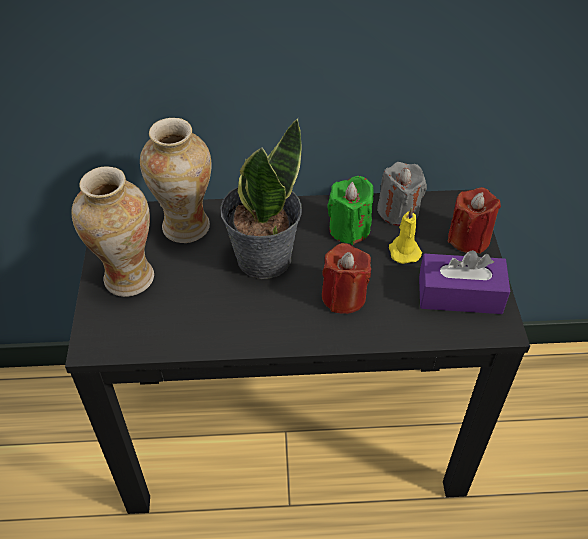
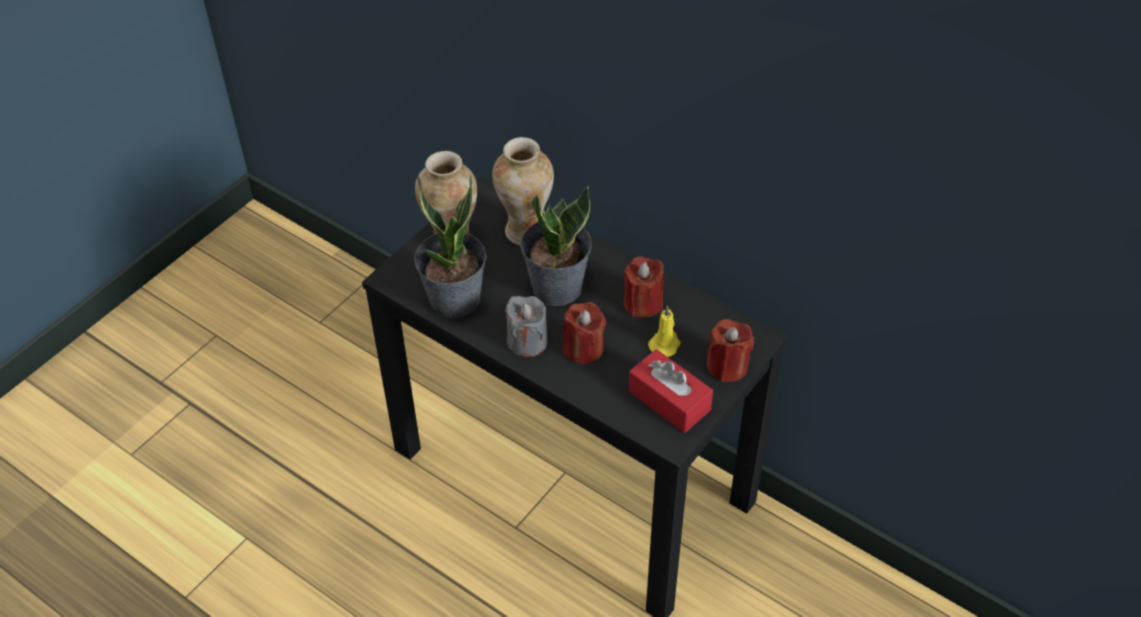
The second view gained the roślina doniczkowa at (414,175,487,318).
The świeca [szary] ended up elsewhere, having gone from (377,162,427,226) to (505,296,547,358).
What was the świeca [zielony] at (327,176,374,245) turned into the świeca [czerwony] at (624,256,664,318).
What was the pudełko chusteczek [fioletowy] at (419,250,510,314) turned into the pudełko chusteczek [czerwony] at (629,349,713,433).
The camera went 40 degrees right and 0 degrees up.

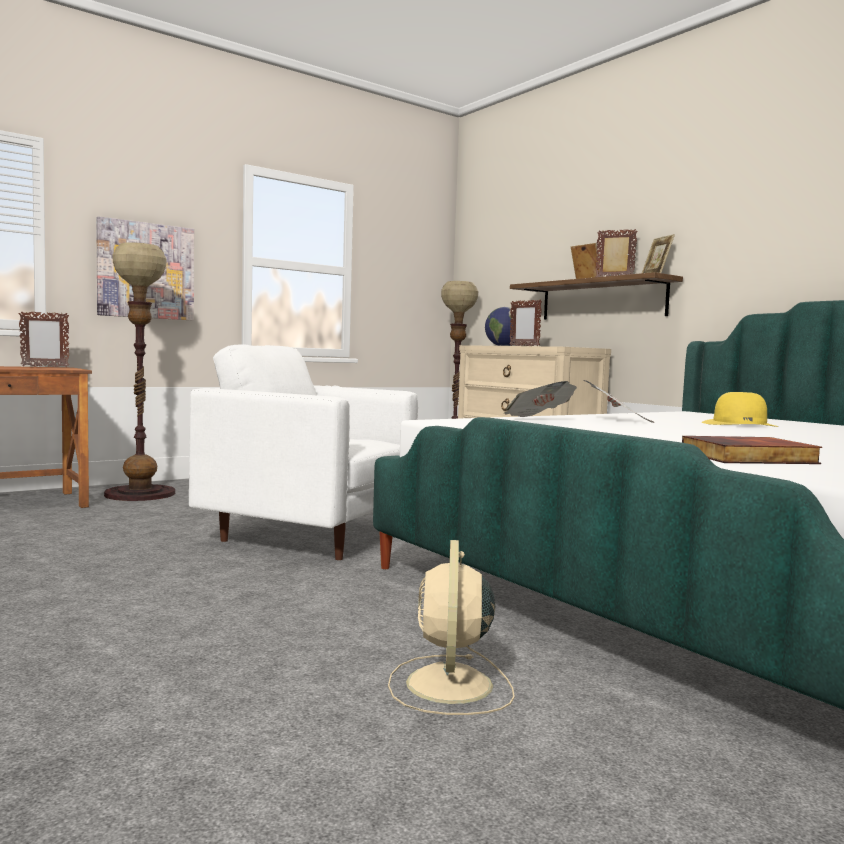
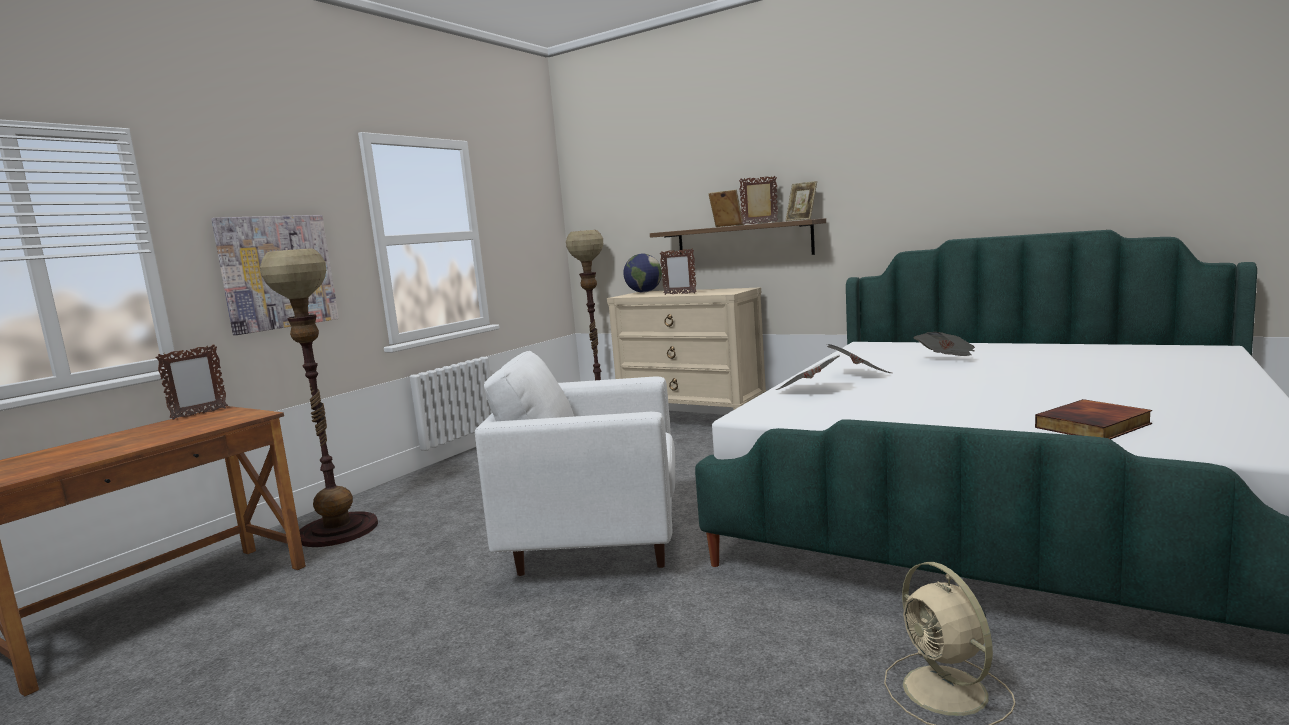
Where the kapelusz [żółty] stood at (702,392,779,427), the gazeta came to stand at (914,332,975,356).
The camera went 20 degrees left and 5 degrees up.

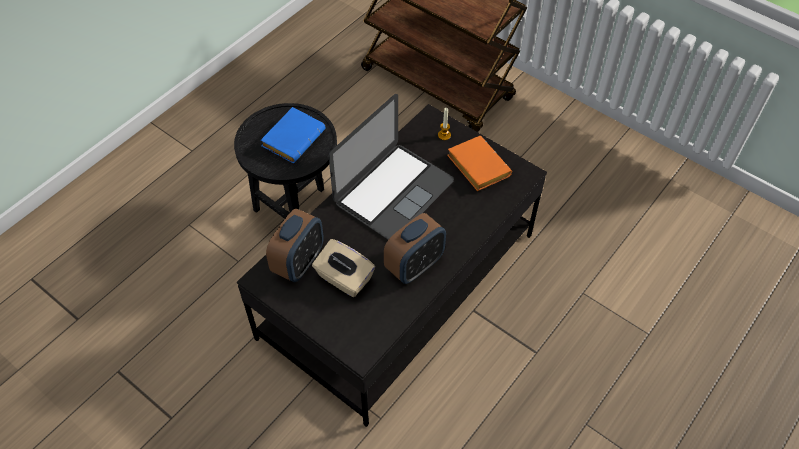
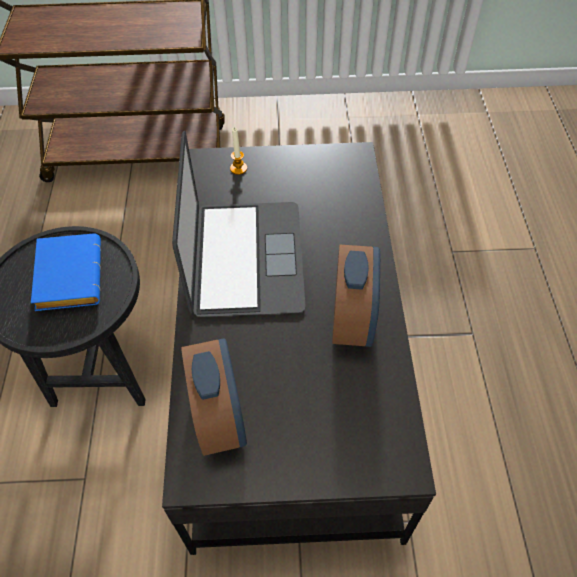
The second view lost the pudełko chusteczek [beżowy] at (312,239,375,297).
The second view lost the książka [pomarańczowy] at (447,136,512,191).
The camera went 40 degrees left and 0 degrees up.

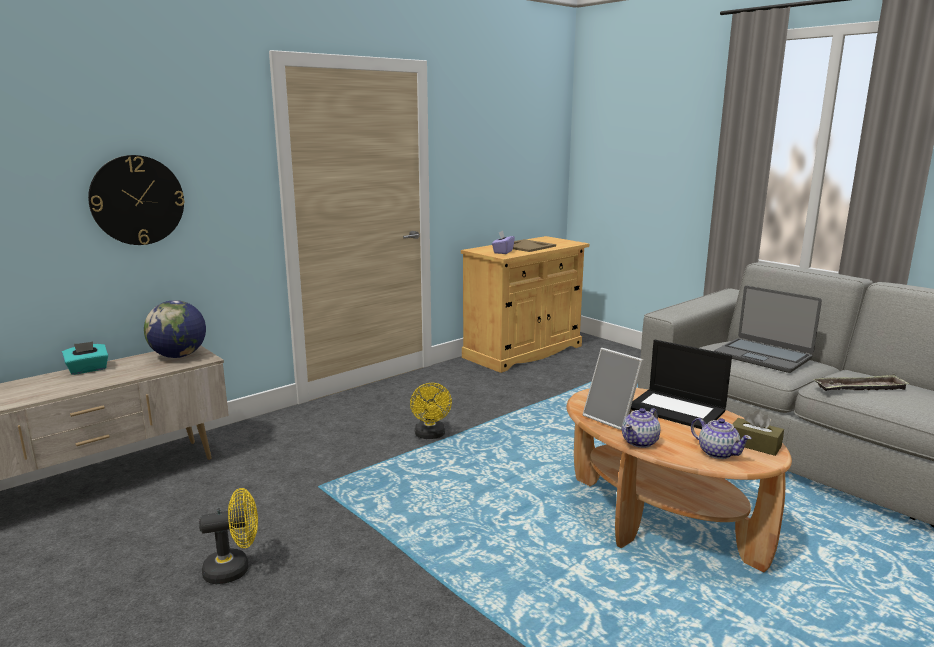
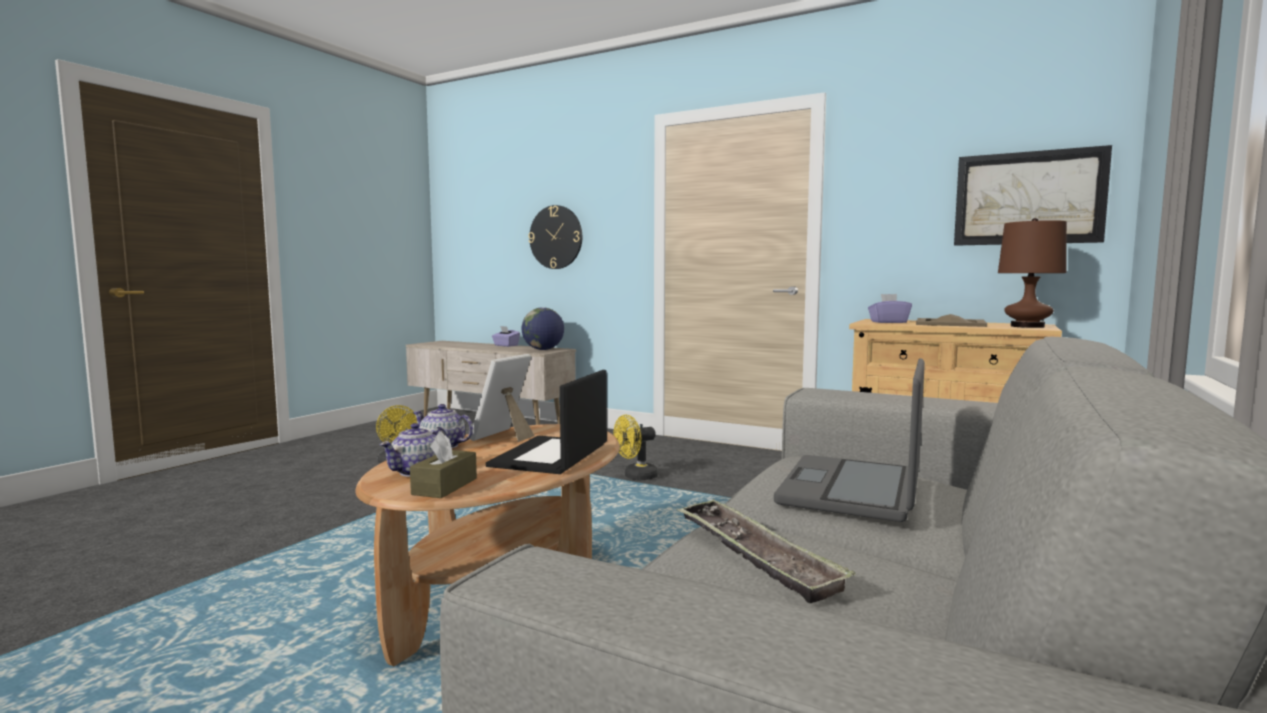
What was the pudełko chusteczek [turkusowy] at (62,341,108,375) turned into the pudełko chusteczek [fioletowy] at (492,326,520,347).
The second view gained the obraz at (954,145,1112,246).
The second view gained the lampa stołowa [brązowy] at (998,218,1067,328).
The camera went 70 degrees right and 10 degrees down.

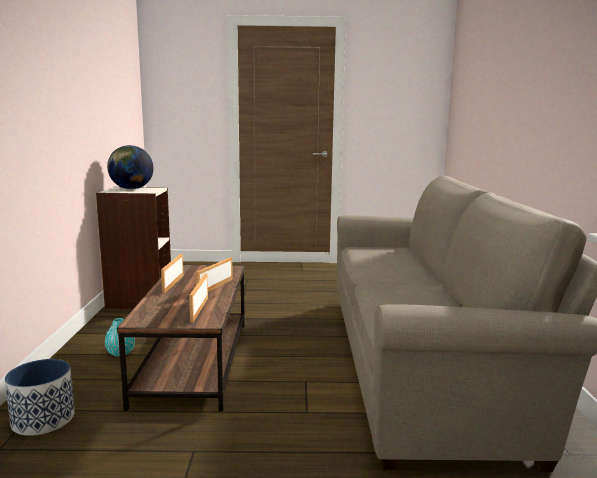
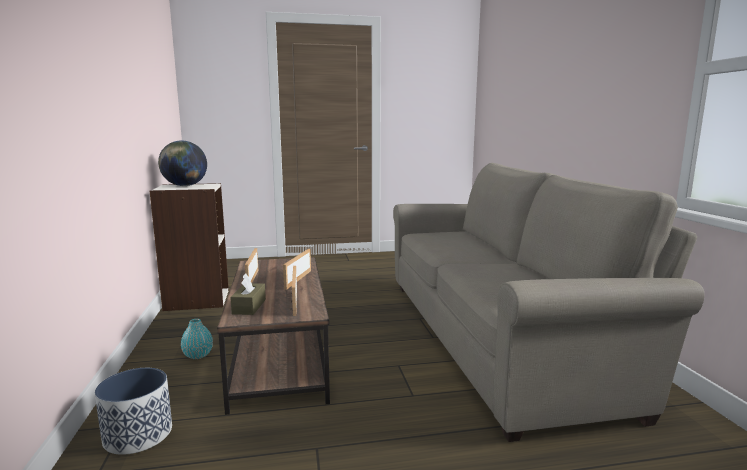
The second view gained the pudełko chusteczek [brązowy] at (230,273,266,315).
The camera went 10 degrees left and 0 degrees up.

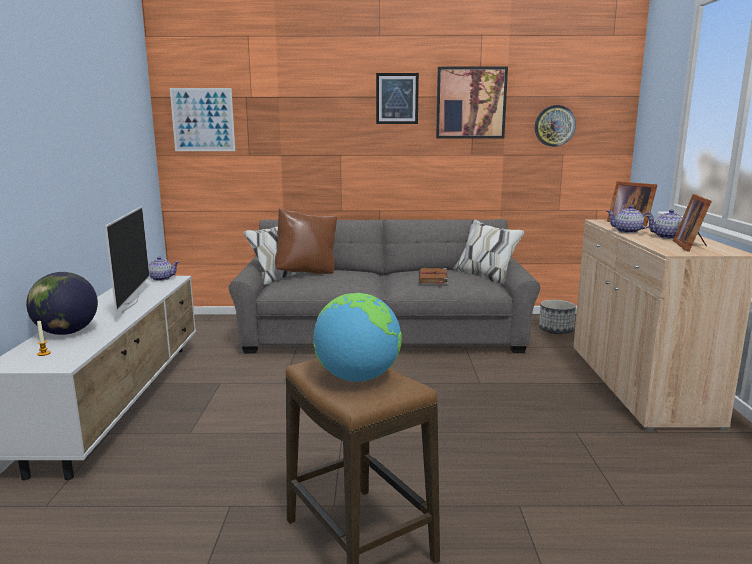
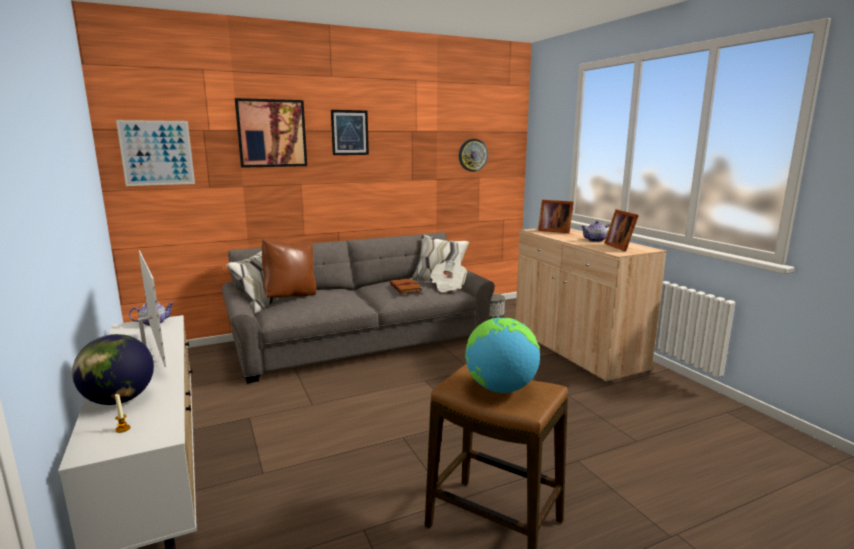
The obraz ended up elsewhere, having gone from (436,66,508,139) to (235,98,307,168).
The second view gained the gazeta at (430,261,467,292).
The second view lost the imbryk at (607,205,654,233).
The camera went 25 degrees left and 0 degrees up.

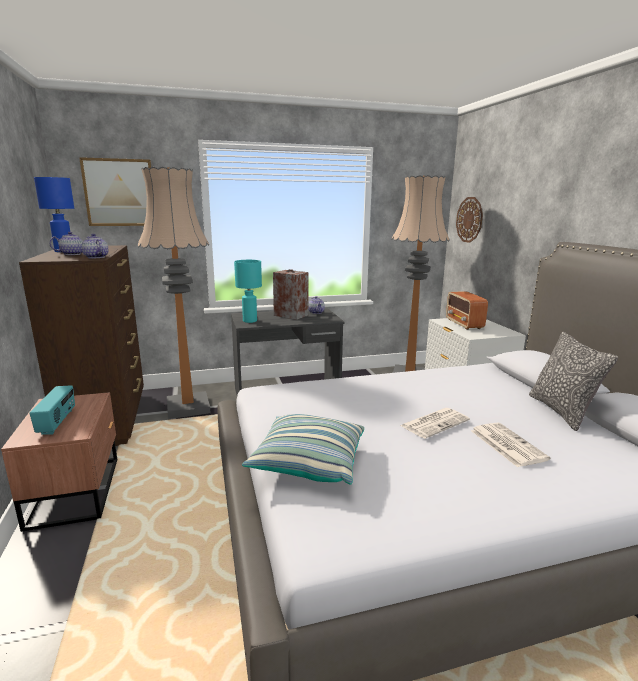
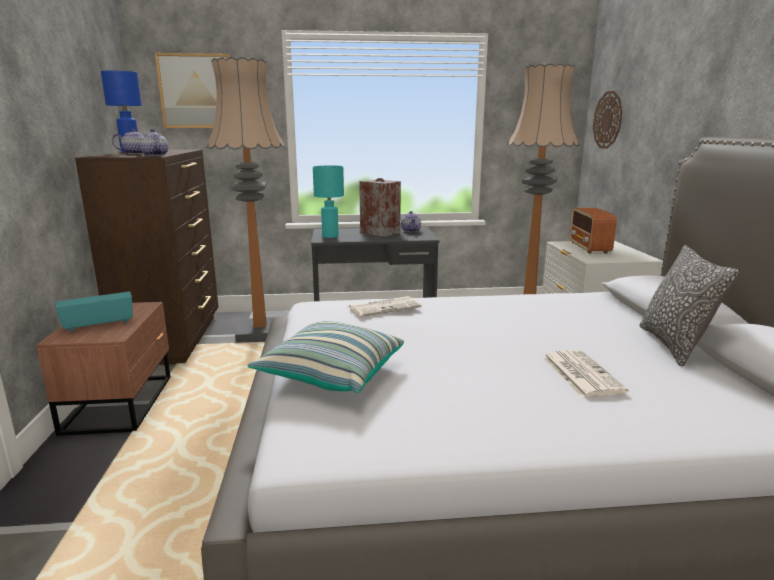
The radio at (29,385,75,434) ended up facing another way, 120 degrees counterclockwise from before.
The gazeta ended up elsewhere, having gone from (400,408,470,439) to (348,296,422,317).
The camera went 10 degrees right and 0 degrees up.

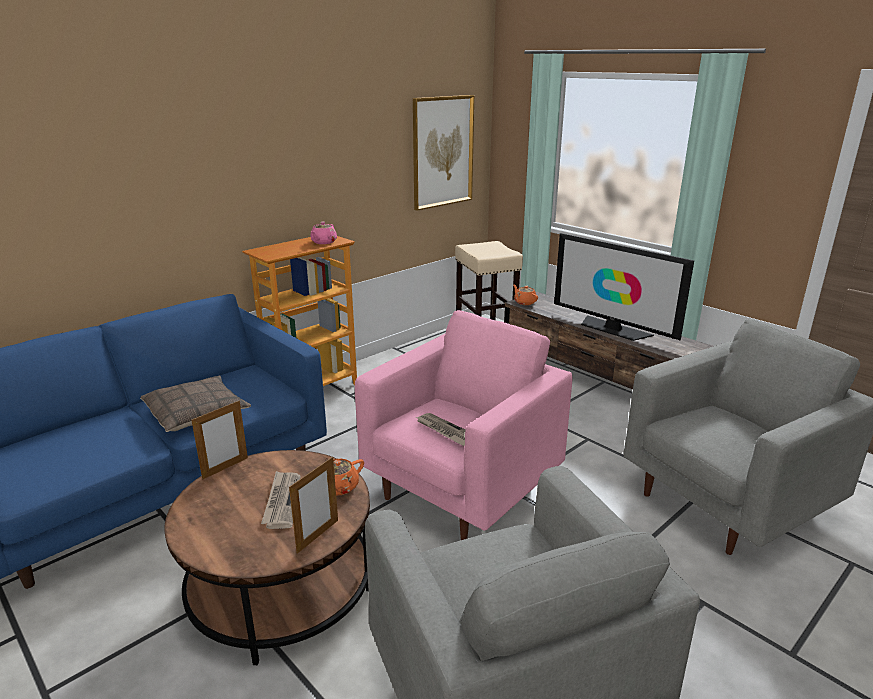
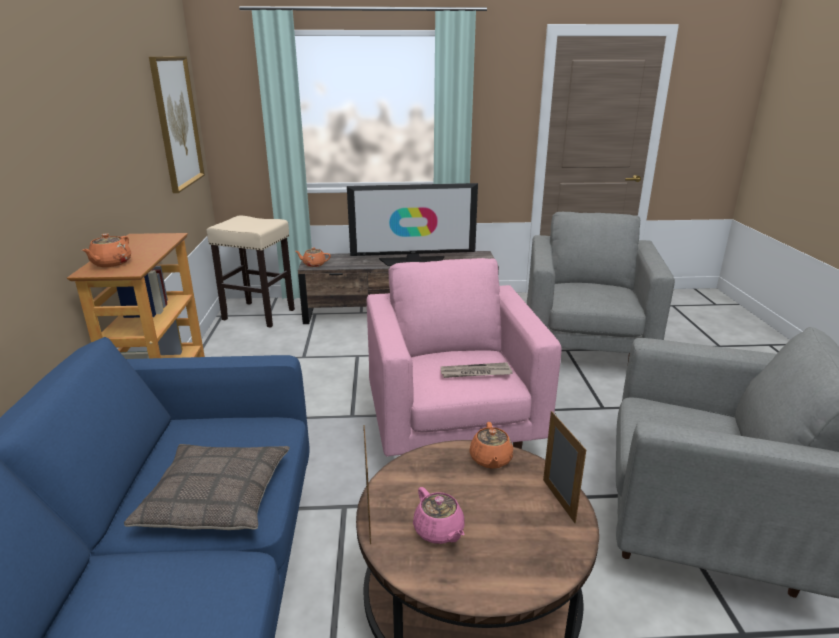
The second view gained the imbryk [pomarańczowy] at (82,233,131,267).
The imbryk [różowy] ended up elsewhere, having gone from (311,222,337,244) to (413,487,465,544).
The second view lost the gazeta at (261,471,301,529).
The camera went 50 degrees left and 0 degrees up.

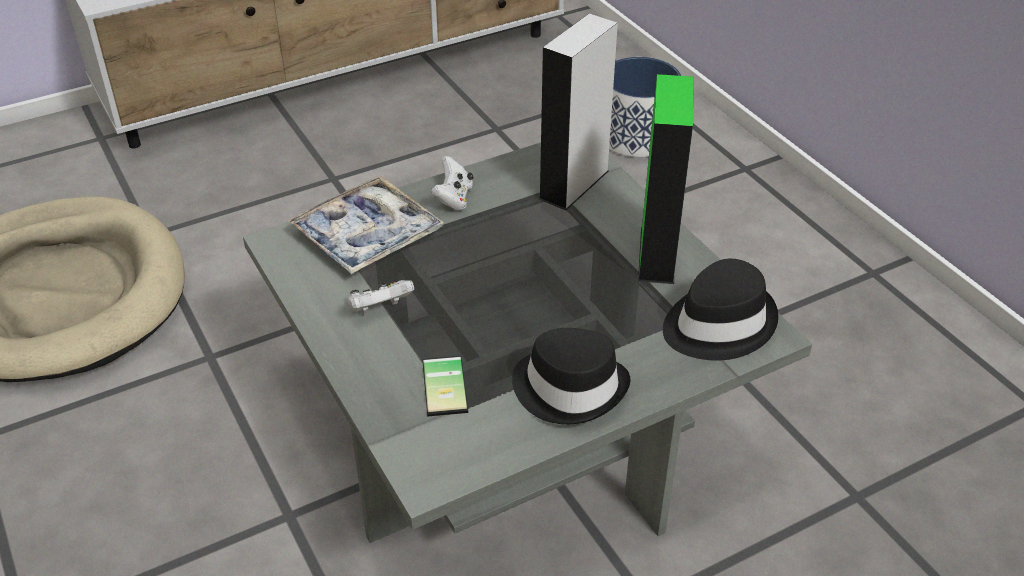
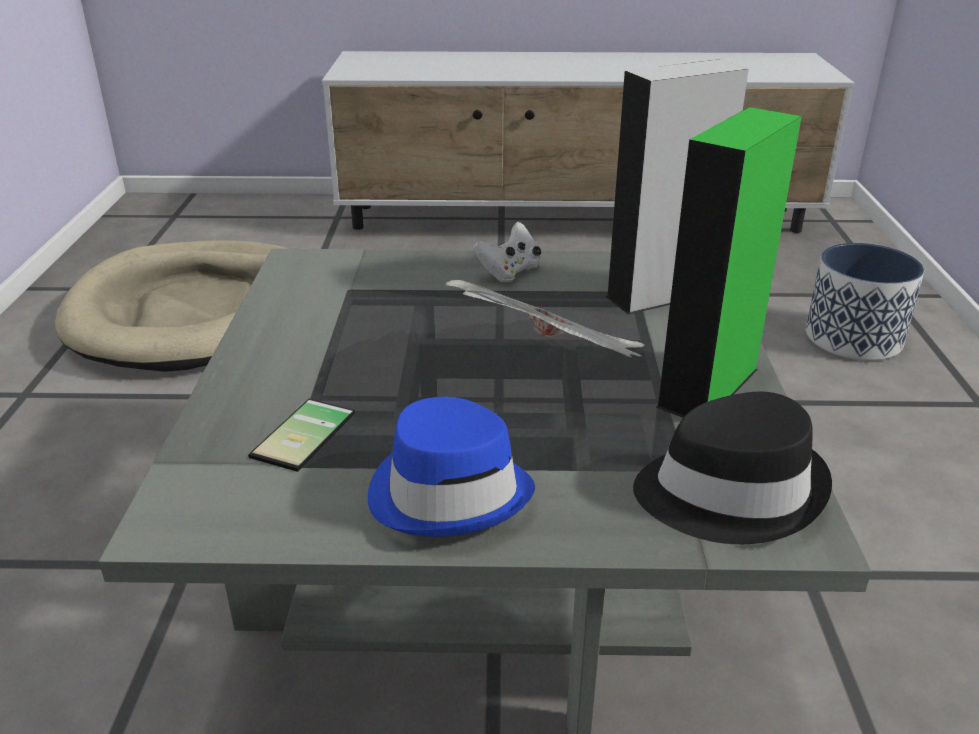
What was the kapelusz [czarny] at (512,328,631,424) turned into the kapelusz [niebieski] at (368,397,535,537).
The second view gained the gazeta at (445,280,644,357).
The second view lost the taca at (288,176,444,274).
The second view lost the pad do gier [biały] at (348,280,414,314).
The camera went 30 degrees right and 10 degrees down.

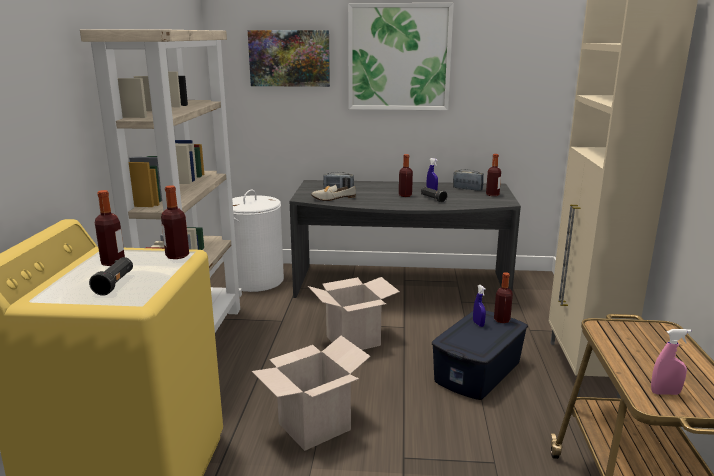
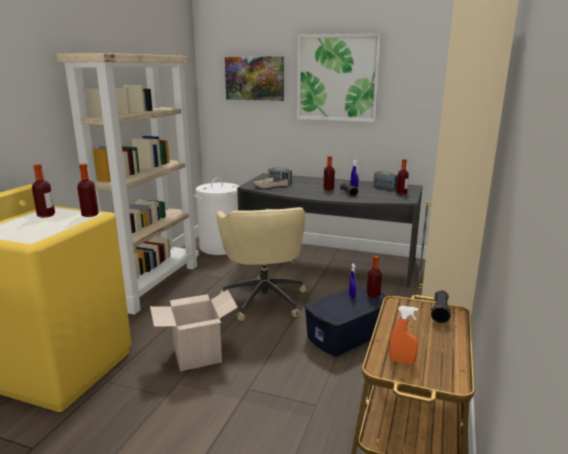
Where the karton stood at (308,277,400,350), the krzesło biurowe [beżowy] came to stand at (216,207,307,321).
What was the spryskiwacz [różowy] at (651,329,691,395) turned into the spryskiwacz [pomarańczowy] at (389,306,418,364).
The latarka [czarny] ended up elsewhere, having gone from (89,257,133,296) to (431,290,451,323).
The camera went 15 degrees right and 0 degrees up.

